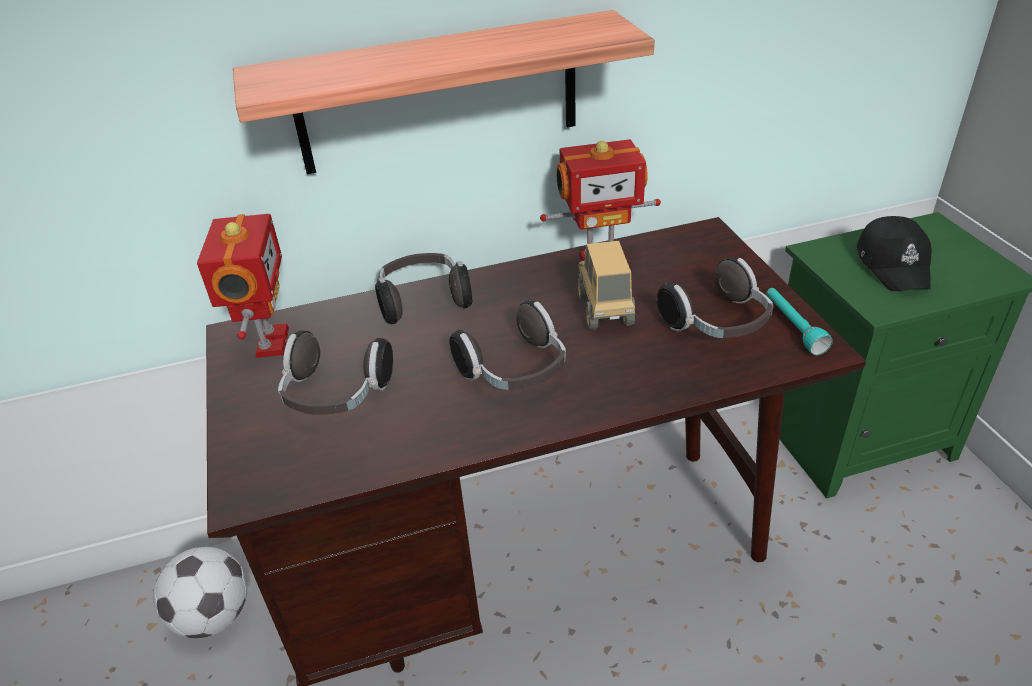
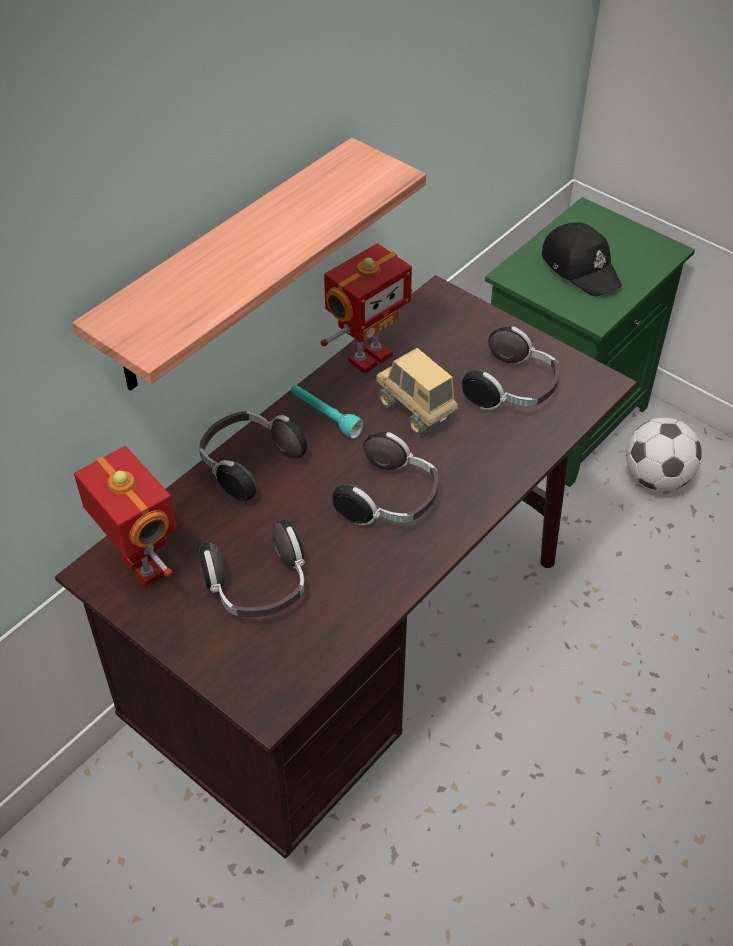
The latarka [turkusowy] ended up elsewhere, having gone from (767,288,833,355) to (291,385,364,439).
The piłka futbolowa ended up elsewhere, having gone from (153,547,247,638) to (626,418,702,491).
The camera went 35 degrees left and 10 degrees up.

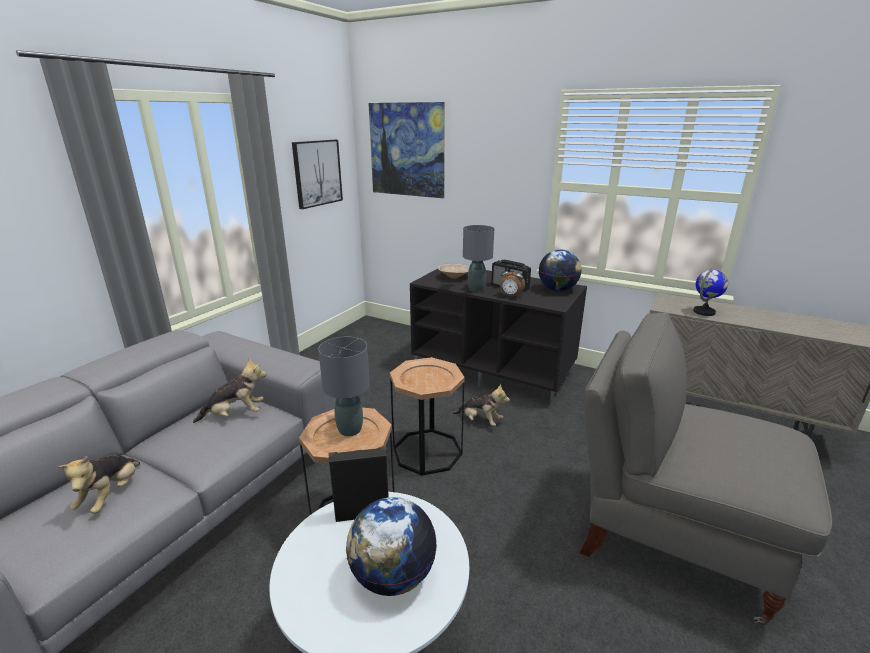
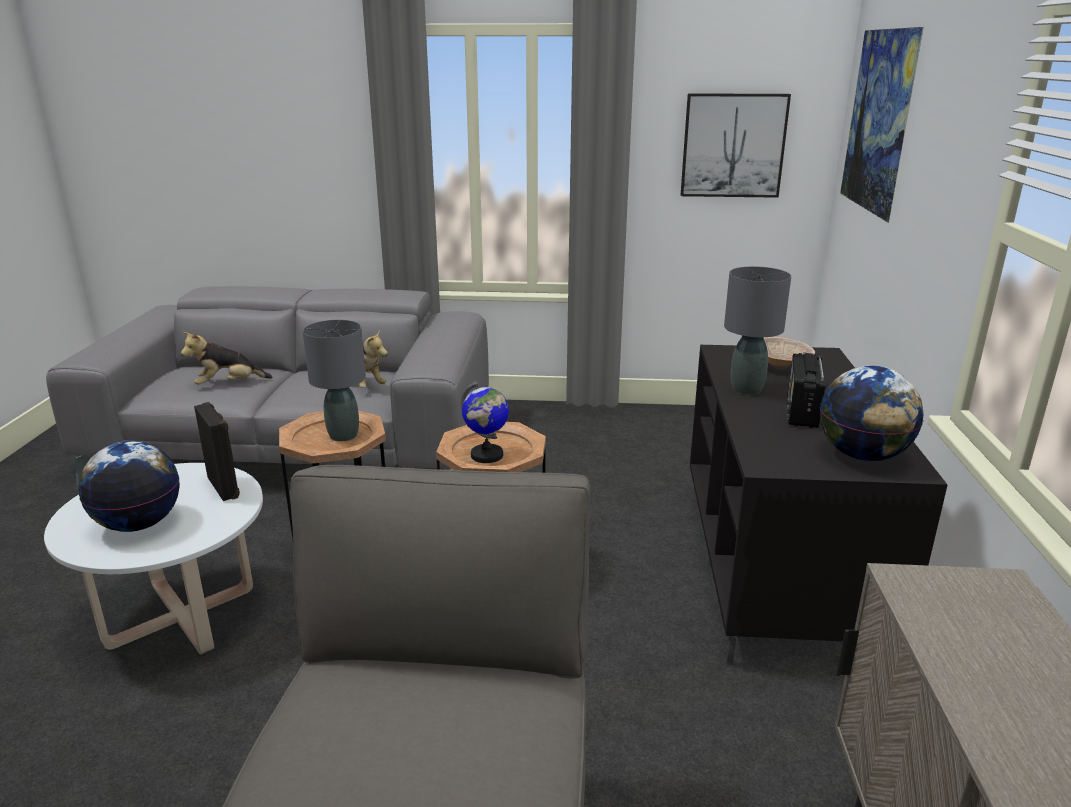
The globus ended up elsewhere, having gone from (693,268,728,316) to (461,381,509,463).
The second view lost the pluszak at (452,384,510,426).
The second view lost the budzik at (500,265,525,297).
The camera went 65 degrees right and 0 degrees up.

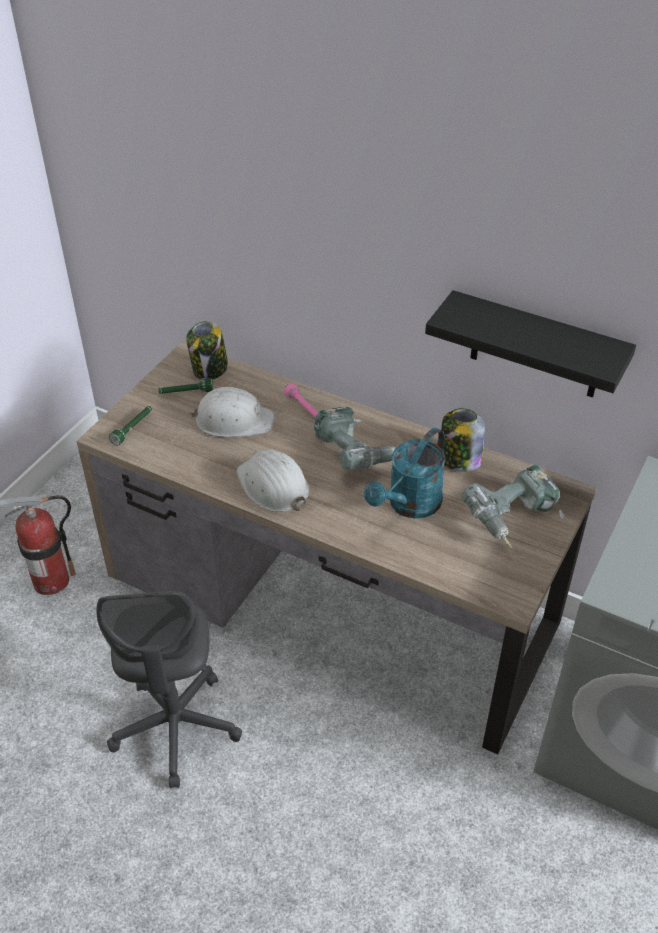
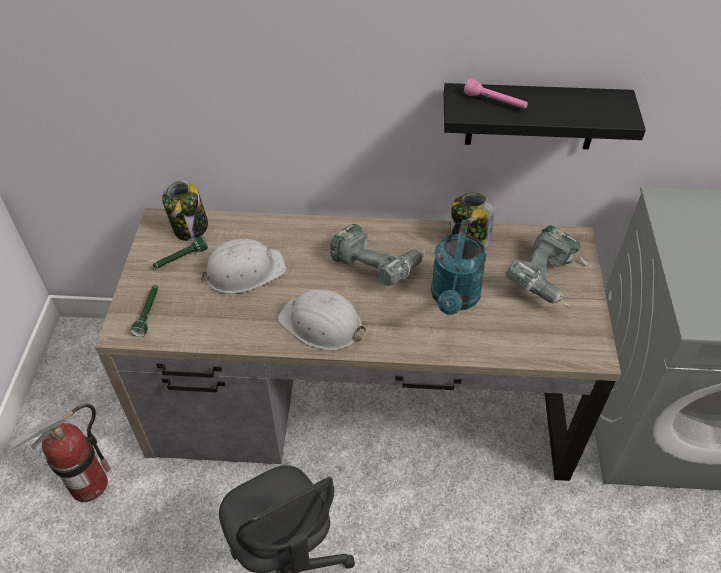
The latarka [różowy] ended up elsewhere, having gone from (284,383,318,418) to (464,78,528,109).
The camera went 25 degrees left and 5 degrees up.

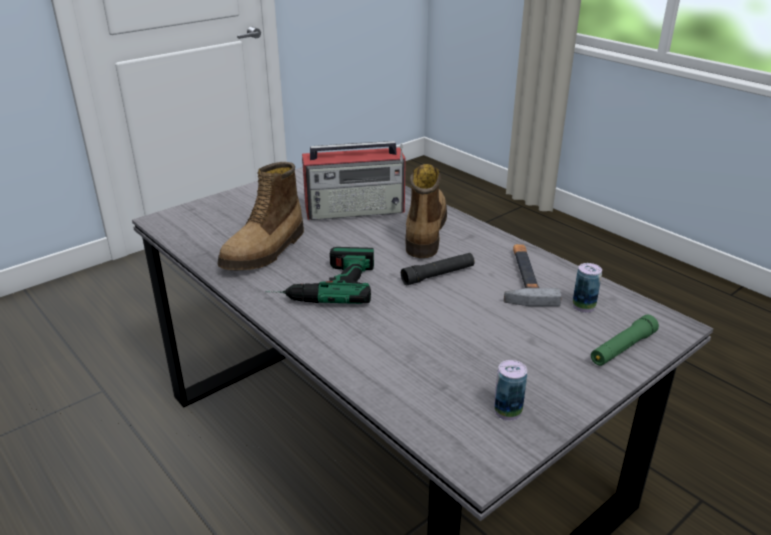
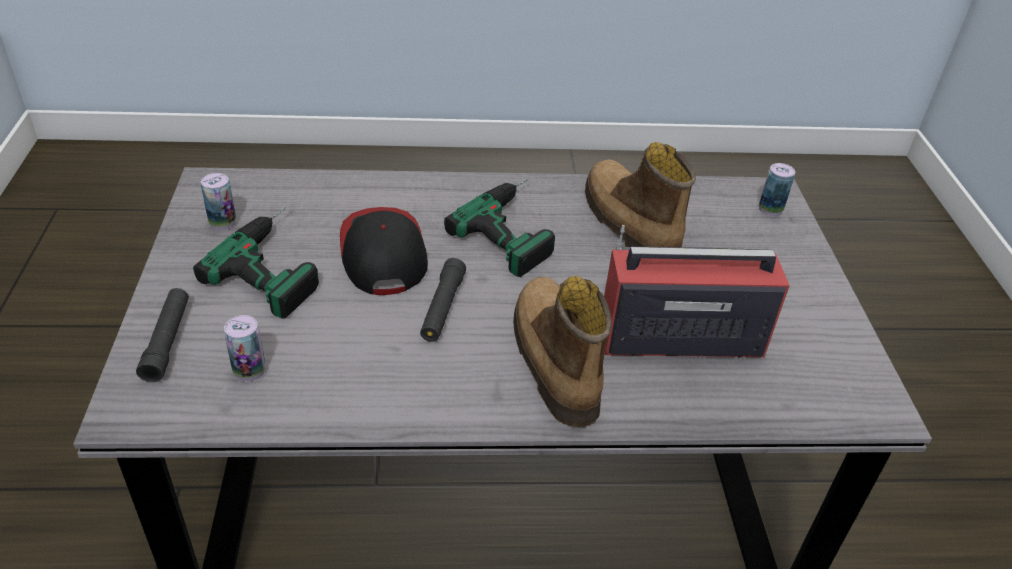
What was the latarka [zielony] at (591,315,659,366) turned into the latarka [czarny] at (136,288,189,382).
The second view gained the wiertarka at (193,208,319,319).
The second view gained the czapka z daszkiem at (340,207,428,295).
The but z cholewką at (405,164,447,258) ended up facing another way, 150 degrees counterclockwise from before.
The radio at (302,141,406,220) ended up facing another way, 60 degrees clockwise from before.
The second view gained the puszka at (759,163,795,217).
The second view lost the młotek at (504,244,562,306).
The camera went 125 degrees right and 10 degrees up.

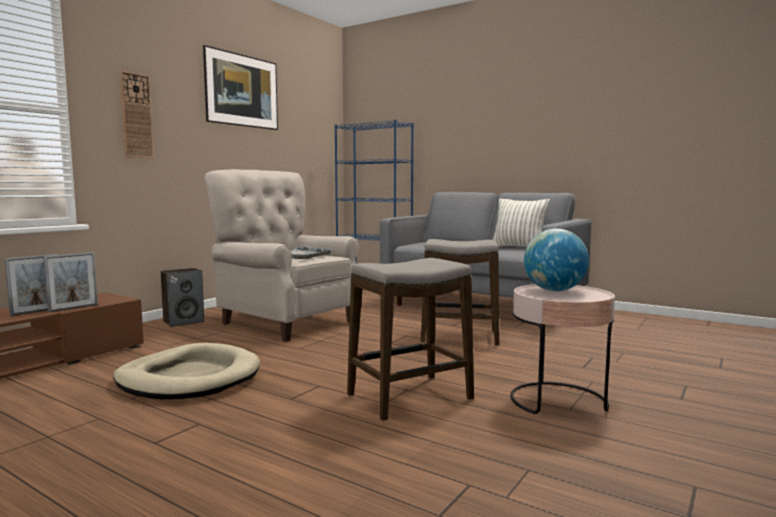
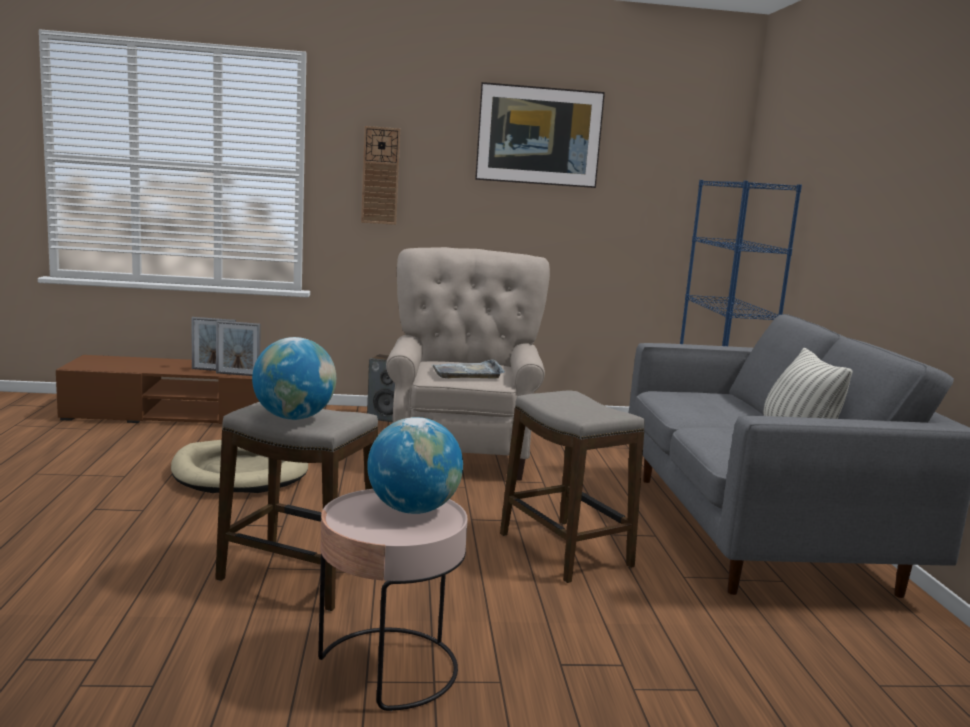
The second view gained the globus at (252,337,336,420).
The camera went 50 degrees right and 5 degrees up.

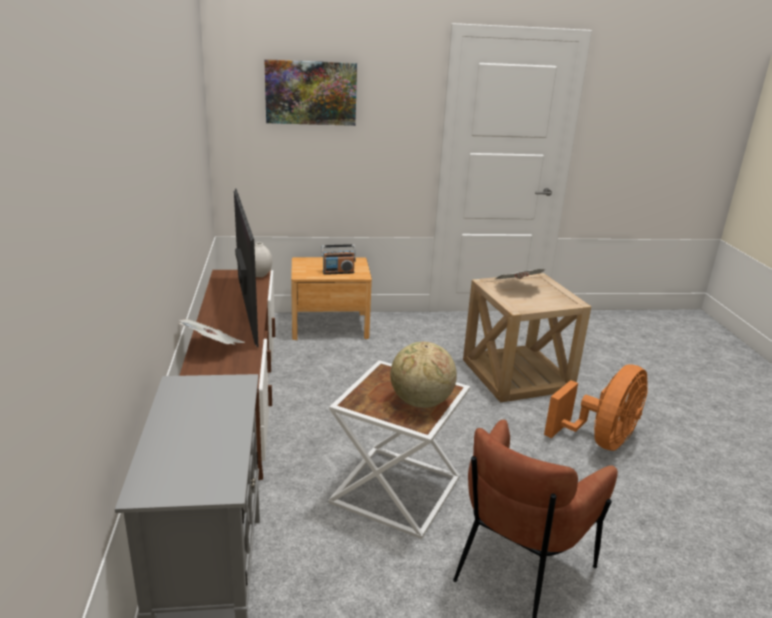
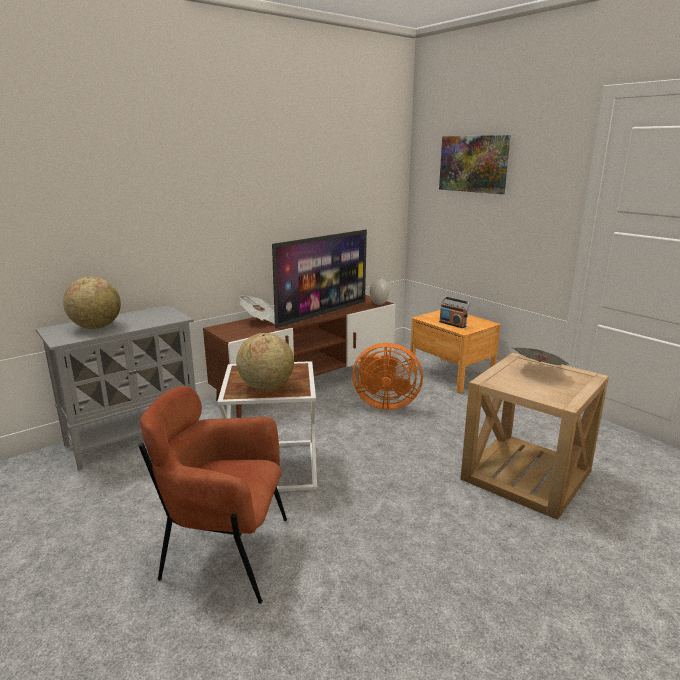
The second view gained the globus at (63,276,121,329).
The wentylator [pomarańczowy] ended up elsewhere, having gone from (544,364,648,451) to (352,343,423,410).
The camera went 60 degrees right and 5 degrees down.

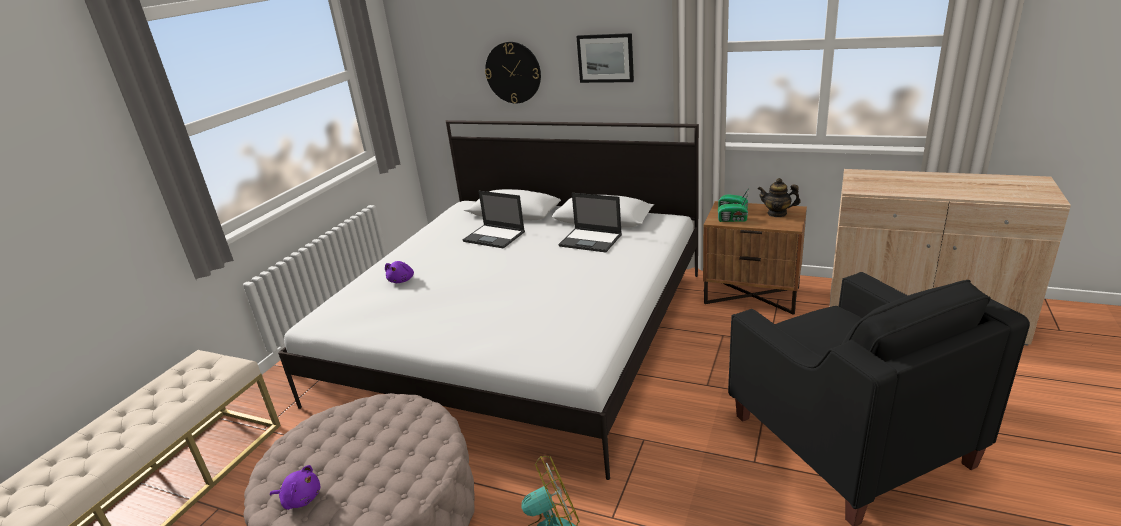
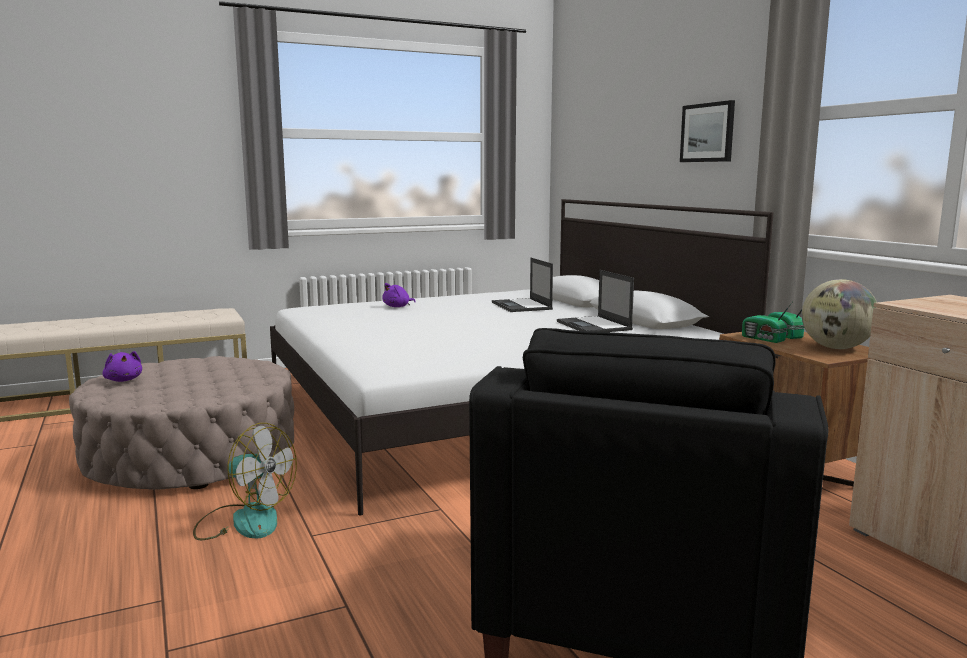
Where the imbryk stood at (758,178,801,217), the globus came to stand at (802,279,877,349).
The second view lost the zegar ścienny at (485,42,541,103).
The camera went 40 degrees right and 15 degrees down.

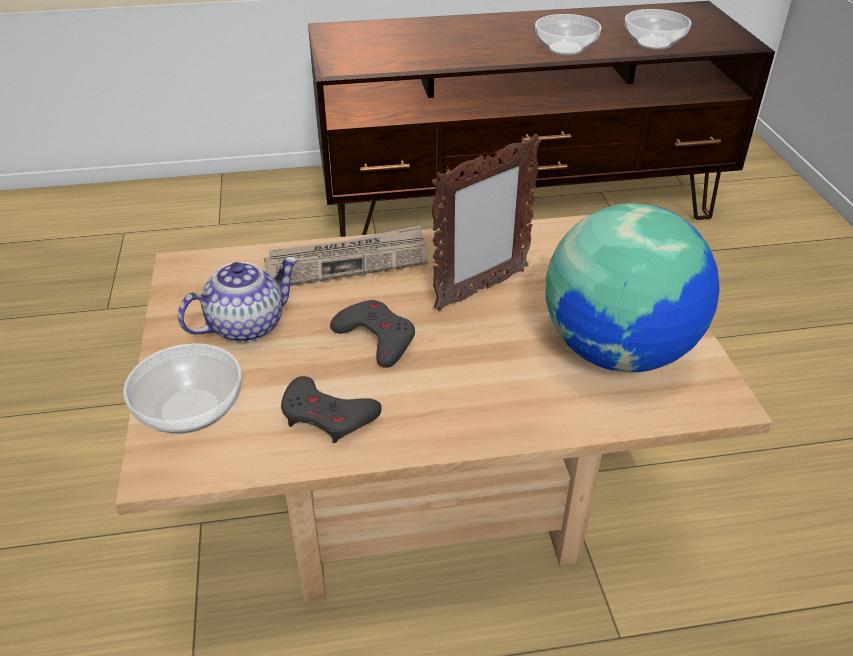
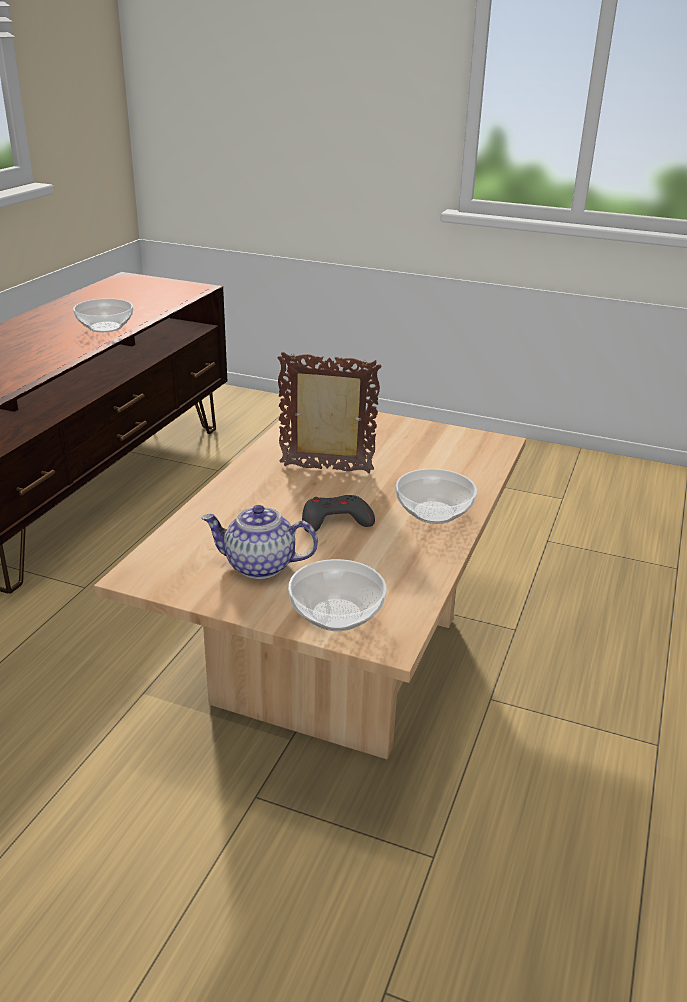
The imbryk at (178,257,298,343) ended up facing another way, 75 degrees counterclockwise from before.
The ramka na zdjęcie at (432,134,541,311) ended up facing another way, 75 degrees counterclockwise from before.
The miska ended up elsewhere, having gone from (625,9,692,50) to (396,469,477,524).
The second view lost the gazeta at (264,225,428,286).
The second view lost the pad do gier [szary] at (281,376,382,443).
The second view lost the globus at (545,203,720,373).
The camera went 60 degrees left and 10 degrees down.

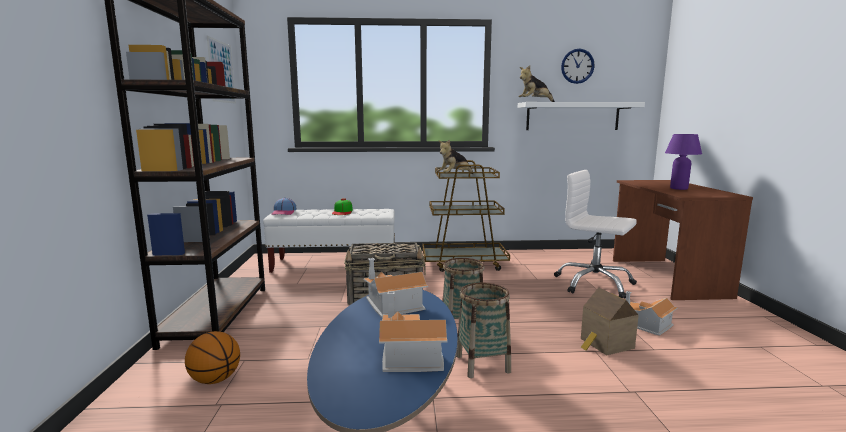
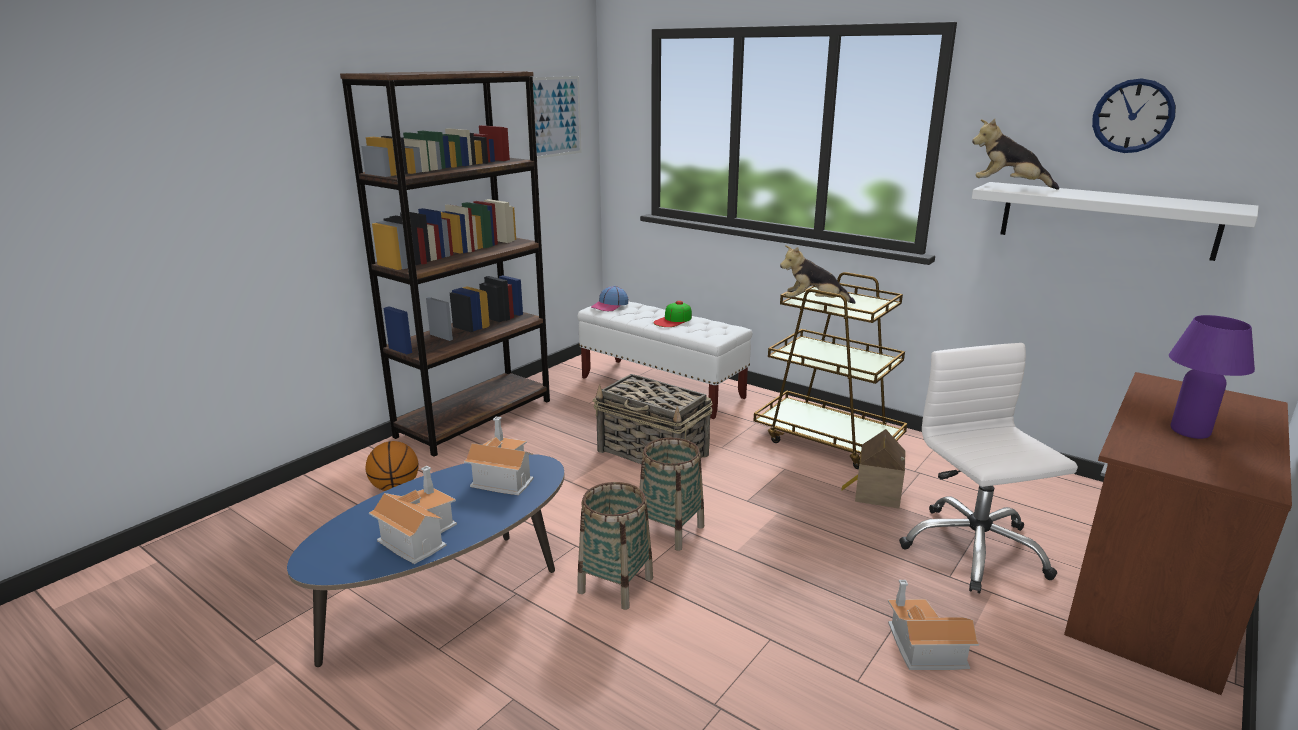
The domek ended up elsewhere, having gone from (581,287,639,355) to (841,429,906,509).
The camera went 40 degrees right and 10 degrees up.

